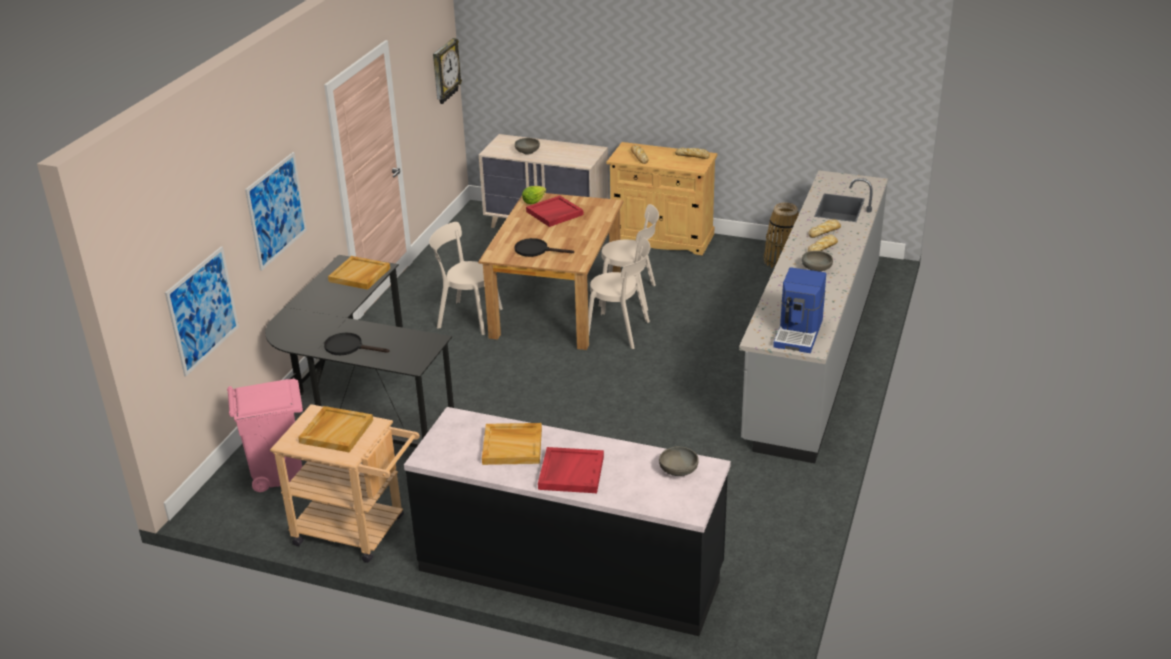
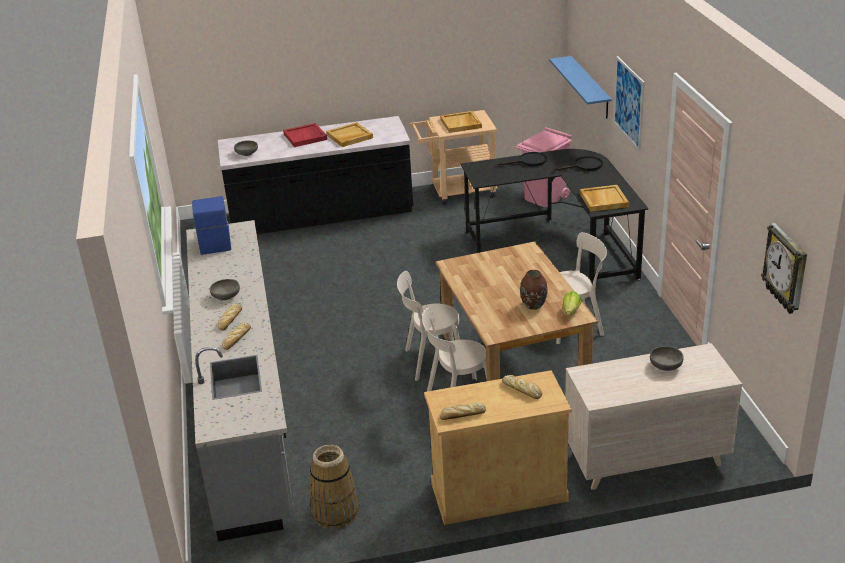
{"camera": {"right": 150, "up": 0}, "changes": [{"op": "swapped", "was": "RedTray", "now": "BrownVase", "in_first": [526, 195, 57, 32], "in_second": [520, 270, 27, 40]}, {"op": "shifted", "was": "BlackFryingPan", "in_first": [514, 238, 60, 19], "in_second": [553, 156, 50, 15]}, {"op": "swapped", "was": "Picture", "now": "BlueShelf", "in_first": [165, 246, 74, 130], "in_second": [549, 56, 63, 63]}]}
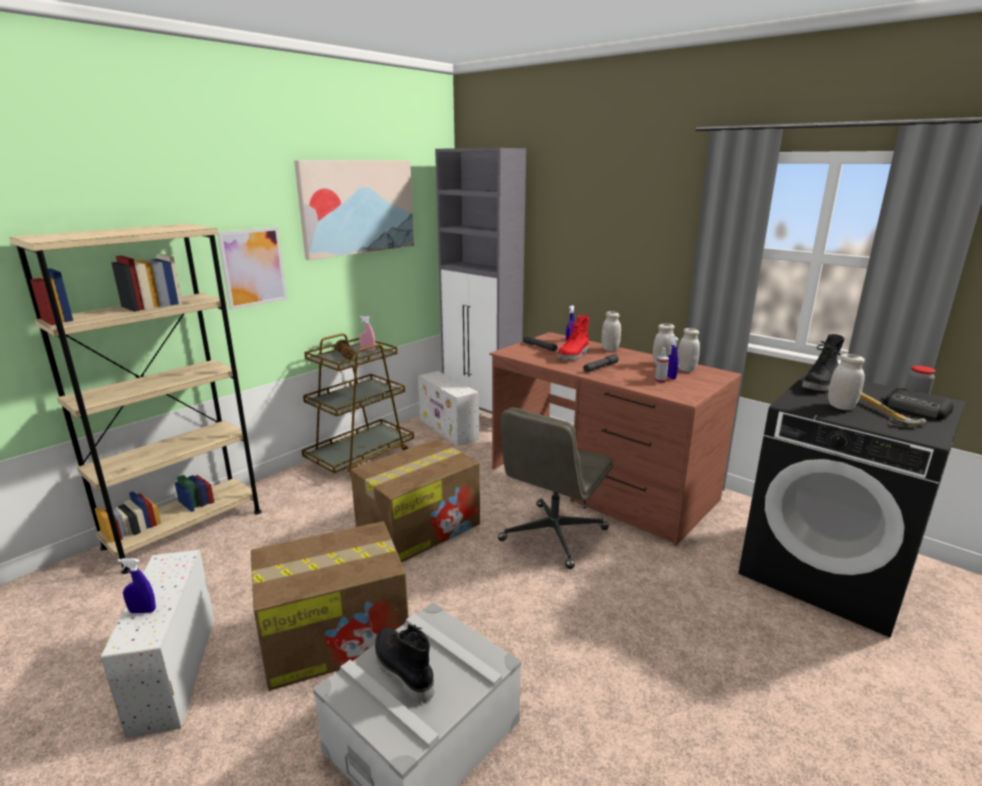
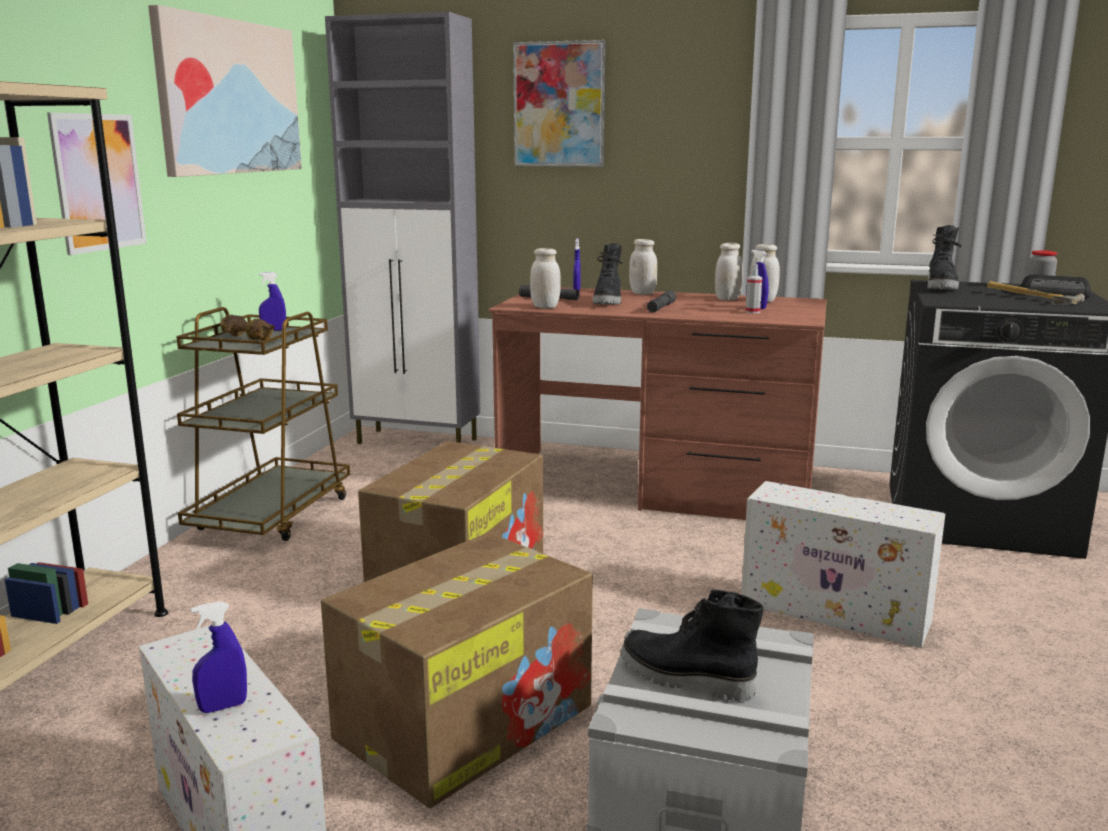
{"camera": {"right": -25, "up": -5}, "changes": [{"op": "repainted", "was": "RedBoot", "now": "BlackBoot", "in_first": [557, 315, 32, 45], "in_second": [593, 243, 30, 61]}, {"op": "repainted", "was": "PinkSprayBottle", "now": "BlueSprayBottle", "in_first": [360, 316, 15, 35], "in_second": [259, 272, 27, 59]}, {"op": "shifted", "was": "WhiteJar", "in_first": [828, 354, 37, 56], "in_second": [530, 248, 31, 60]}, {"op": "shifted", "was": "WhiteStorageBox", "in_first": [418, 371, 61, 75], "in_second": [741, 481, 204, 167]}, {"op": "gone", "was": "GreyOfficeChair", "in_first": [498, 407, 115, 162]}, {"op": "new", "now": "Picture", "in_second": [513, 40, 93, 127]}]}
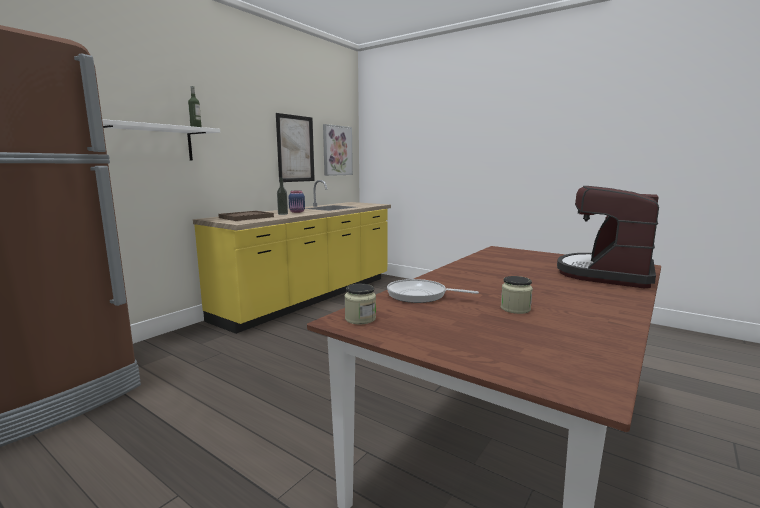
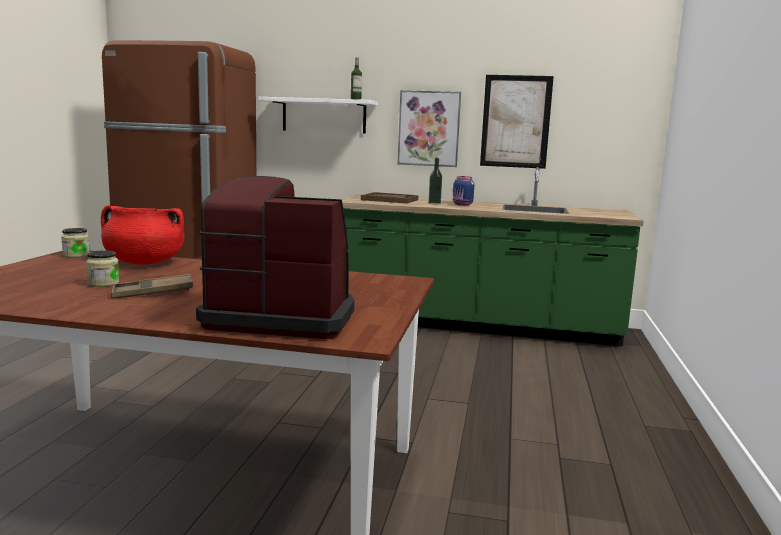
{"camera": {"right": 65, "up": 0}, "changes": [{"op": "shifted", "was": "Picture", "in_first": [323, 124, 30, 52], "in_second": [397, 90, 64, 77]}, {"op": "repainted", "was": "YellowCounter", "now": "GreenCounter", "in_first": [193, 180, 198, 154], "in_second": [342, 167, 302, 180]}, {"op": "swapped", "was": "FryingPan", "now": "RedCookingPot", "in_first": [387, 279, 92, 24], "in_second": [101, 205, 83, 60]}, {"op": "new", "now": "BrownTray", "in_second": [111, 274, 82, 24]}]}
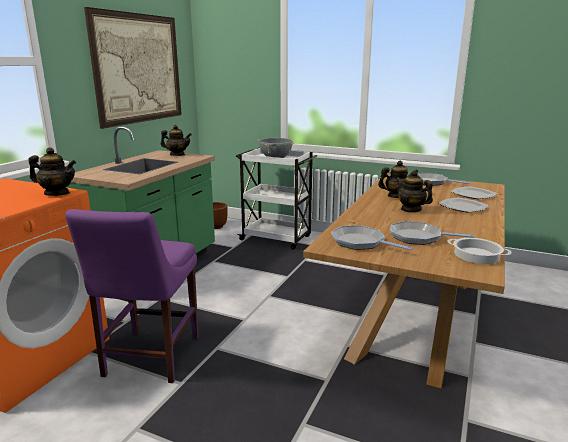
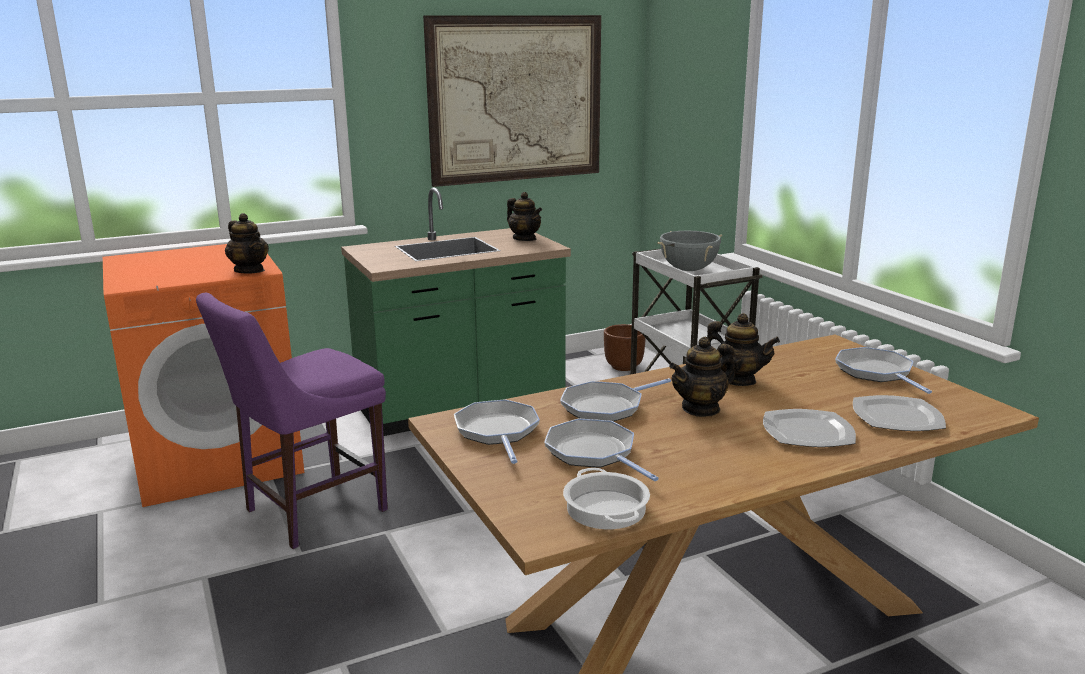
{"camera": {"right": 40, "up": 0}, "changes": [{"op": "rotated", "was": "Teapot", "in_first": [396, 170, 37, 43], "in_second": [669, 337, 66, 80], "clockwise": -120}, {"op": "new", "now": "FryingPan", "in_second": [560, 378, 111, 44]}]}
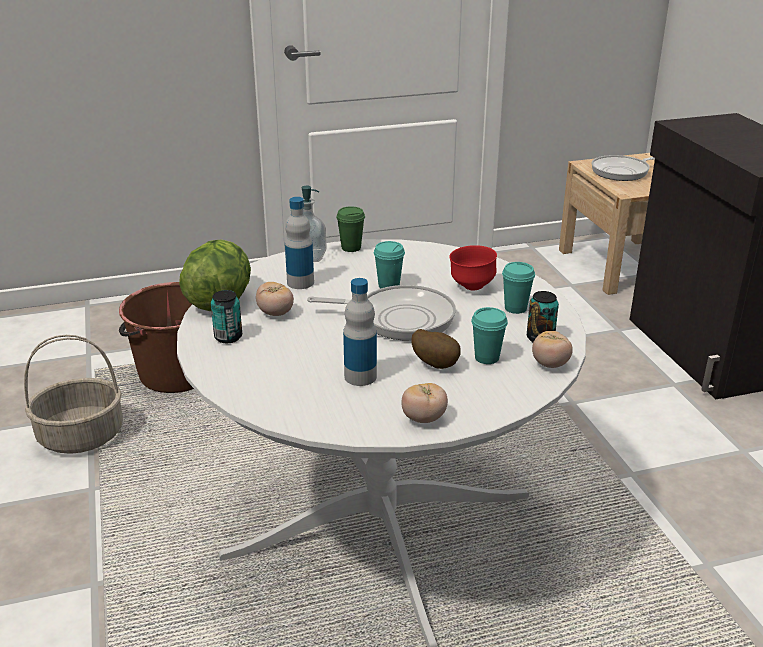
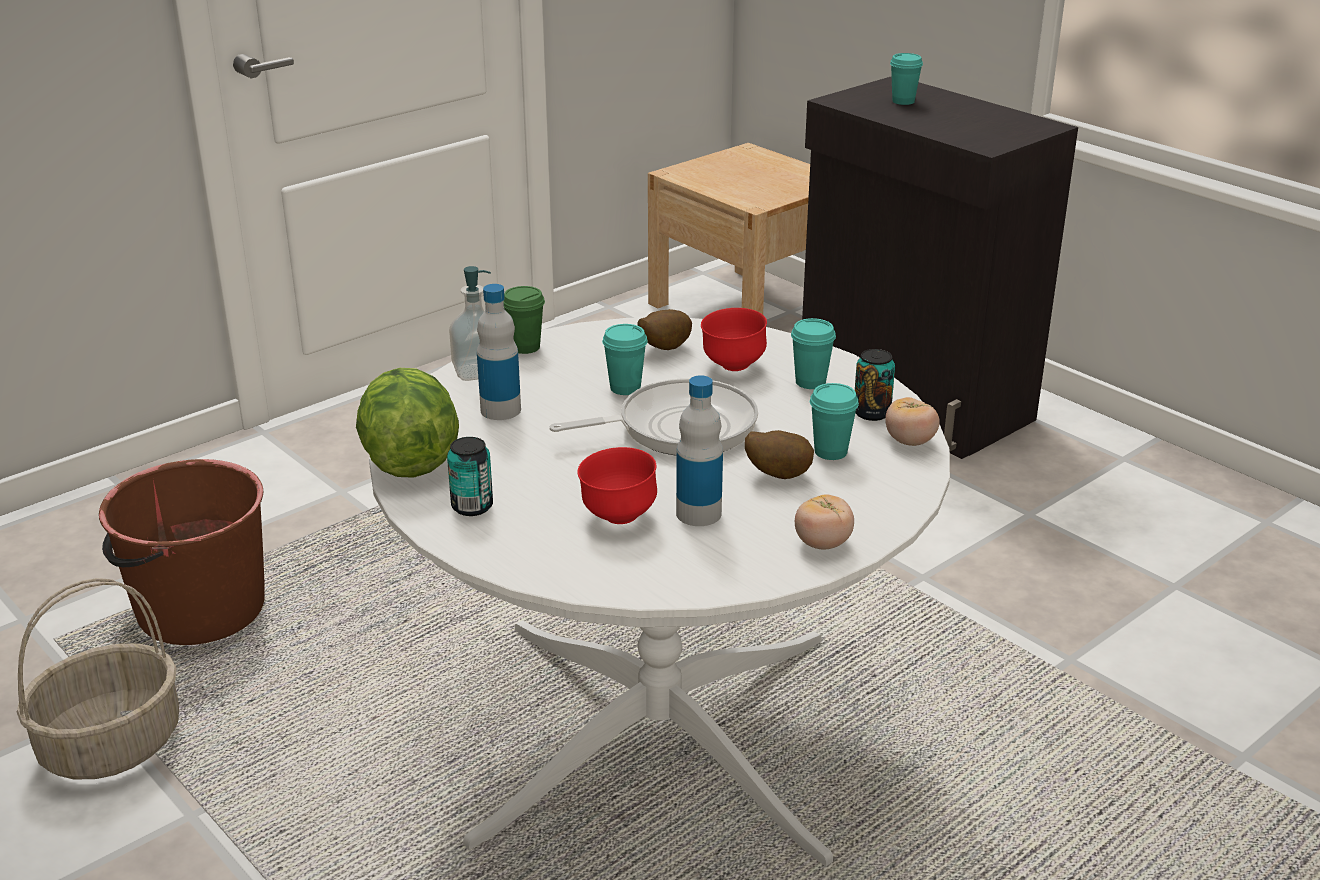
{"camera": {"right": -25, "up": 0}, "changes": [{"op": "gone", "was": "FryingPan", "in_first": [591, 155, 64, 26]}, {"op": "gone", "was": "Tomato", "in_first": [256, 282, 38, 34]}, {"op": "new", "now": "TurquoiseCup", "in_second": [890, 53, 33, 52]}, {"op": "new", "now": "Potato", "in_second": [637, 309, 55, 41]}, {"op": "new", "now": "RedBowl", "in_second": [577, 447, 80, 77]}]}
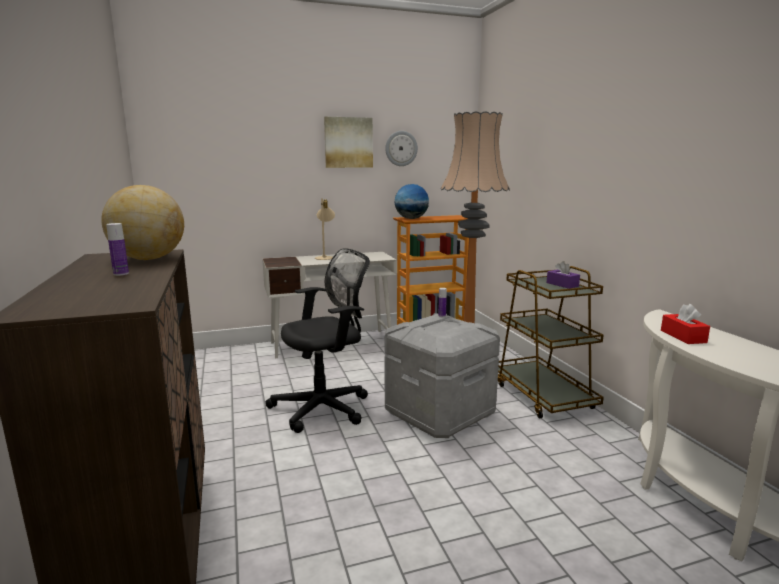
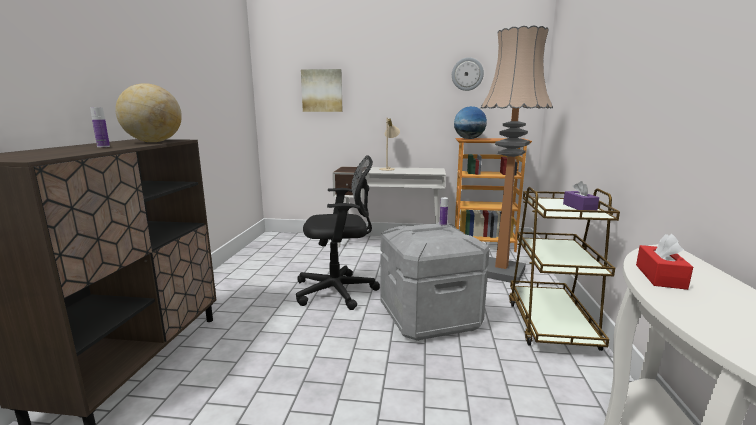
{"camera": {"right": 25, "up": 0}, "changes": [{"op": "shifted", "was": "Picture", "in_first": [324, 117, 49, 51], "in_second": [301, 69, 42, 43]}]}
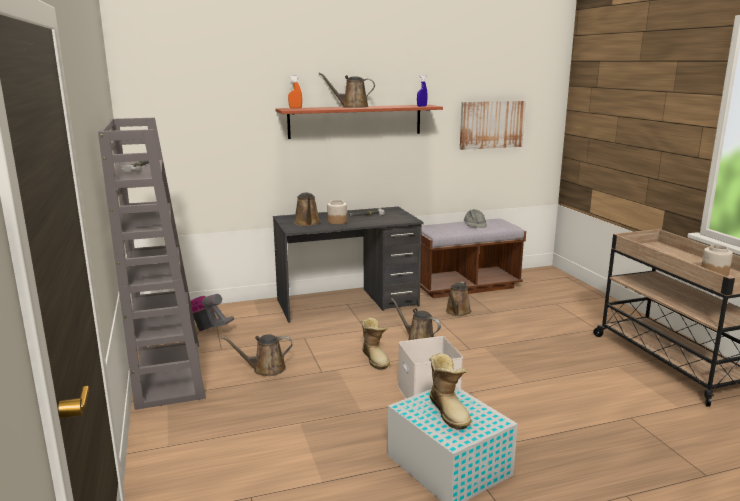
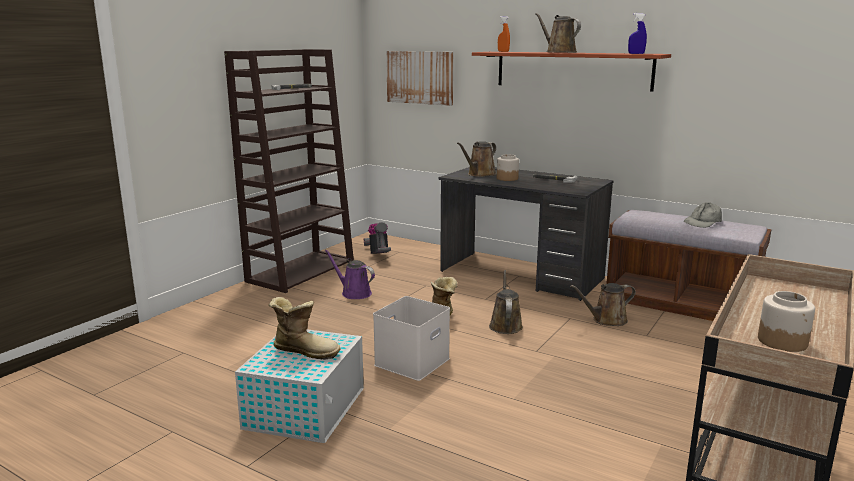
{"camera": {"right": 50, "up": 0}, "changes": [{"op": "shifted", "was": "Picture", "in_first": [460, 101, 66, 49], "in_second": [386, 51, 67, 55]}, {"op": "repainted", "was": "GreyBookcase", "now": "BrownBookcase", "in_first": [98, 118, 108, 292], "in_second": [224, 49, 130, 244]}, {"op": "repainted", "was": "BrownWateringCan", "now": "PurpleWateringCan", "in_first": [221, 334, 71, 42], "in_second": [324, 249, 51, 50]}, {"op": "rotated", "was": "Boot", "in_first": [429, 353, 43, 77], "in_second": [269, 297, 72, 63], "clockwise": -105}]}
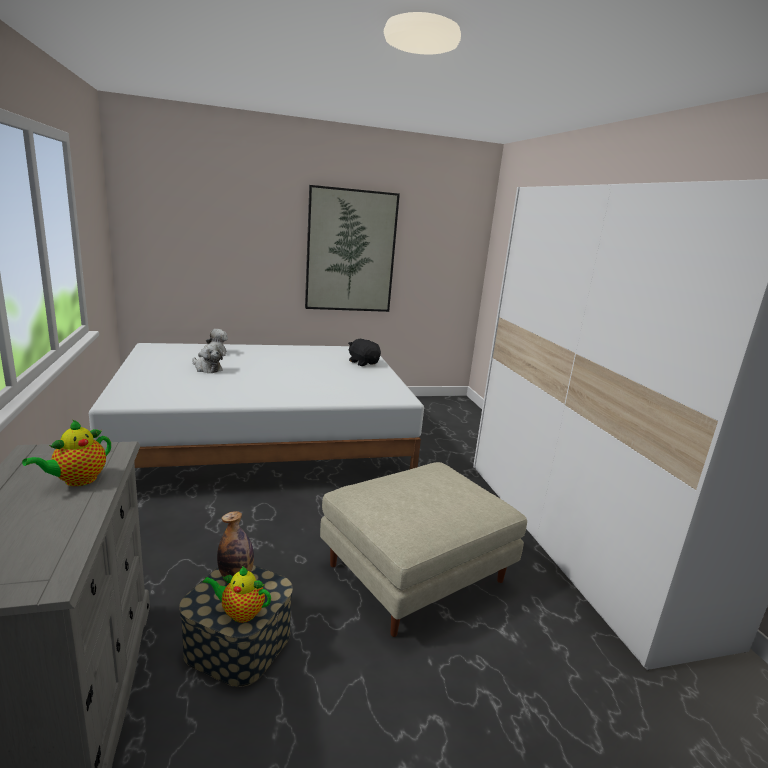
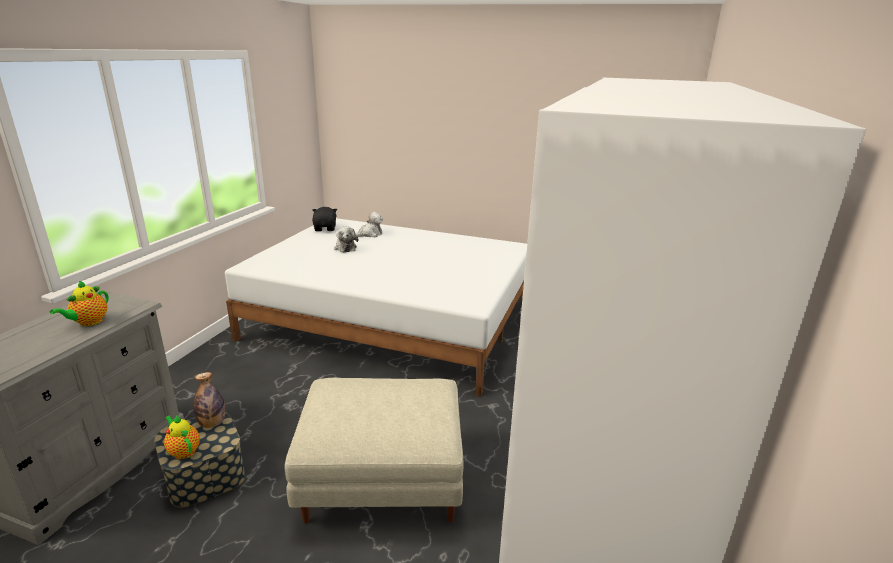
{"camera": {"right": 35, "up": 5}, "changes": [{"op": "gone", "was": "Picture", "in_first": [305, 185, 95, 127]}, {"op": "shifted", "was": "BlackPlushToy", "in_first": [348, 339, 33, 27], "in_second": [312, 207, 25, 24]}, {"op": "rotated", "was": "Teapot", "in_first": [22, 419, 89, 67], "in_second": [50, 281, 59, 45], "clockwise": -45}]}
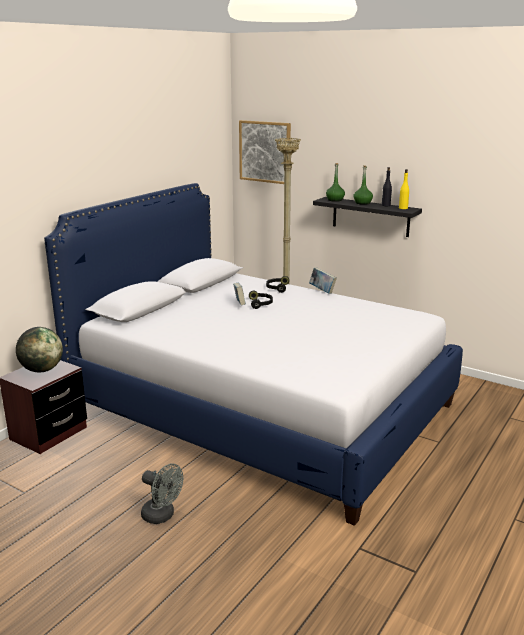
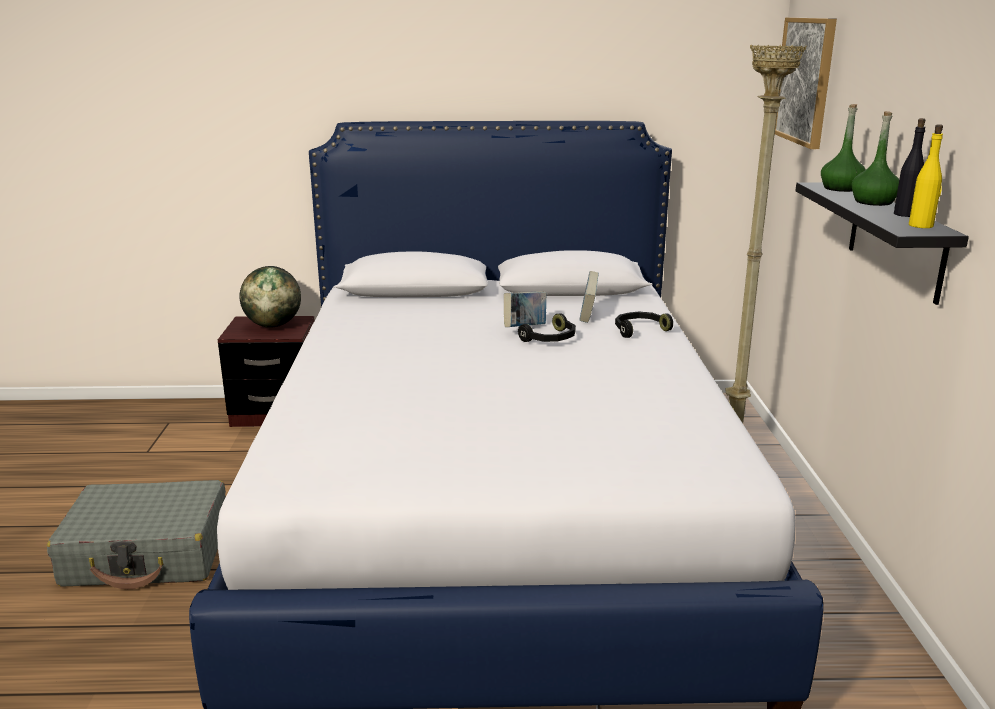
{"camera": {"right": 55, "up": 0}, "changes": [{"op": "shifted", "was": "Book", "in_first": [309, 267, 28, 27], "in_second": [580, 271, 19, 52]}, {"op": "swapped", "was": "GreyFan", "now": "GreySuitcase", "in_first": [141, 463, 42, 61], "in_second": [47, 480, 179, 109]}]}
